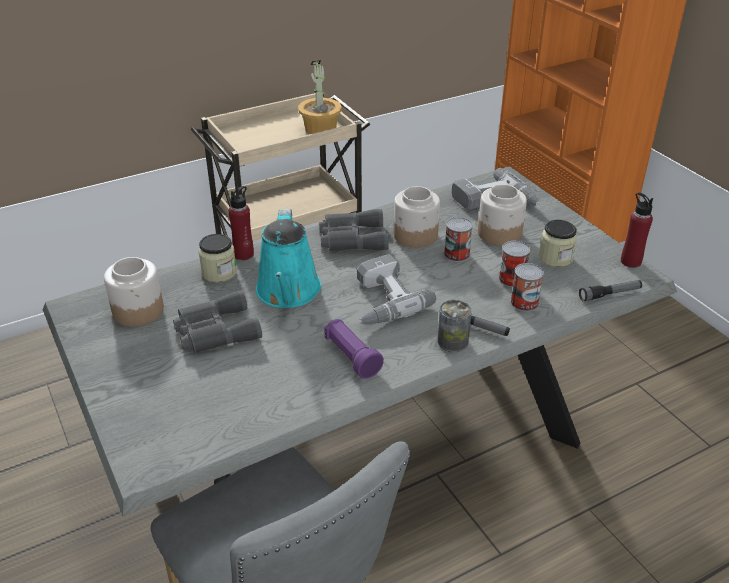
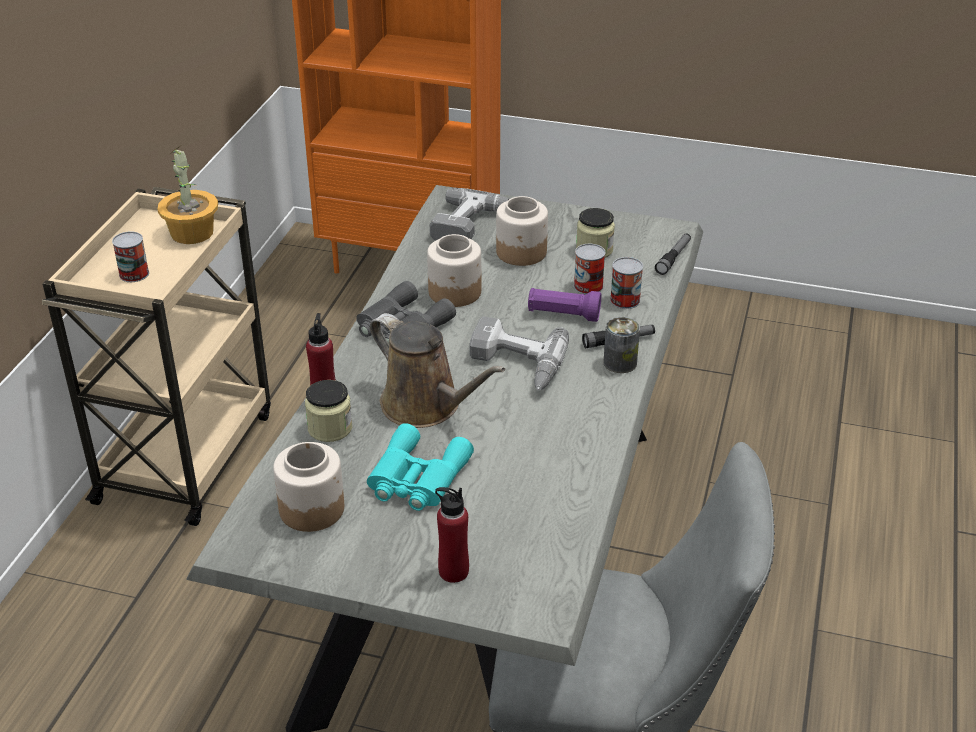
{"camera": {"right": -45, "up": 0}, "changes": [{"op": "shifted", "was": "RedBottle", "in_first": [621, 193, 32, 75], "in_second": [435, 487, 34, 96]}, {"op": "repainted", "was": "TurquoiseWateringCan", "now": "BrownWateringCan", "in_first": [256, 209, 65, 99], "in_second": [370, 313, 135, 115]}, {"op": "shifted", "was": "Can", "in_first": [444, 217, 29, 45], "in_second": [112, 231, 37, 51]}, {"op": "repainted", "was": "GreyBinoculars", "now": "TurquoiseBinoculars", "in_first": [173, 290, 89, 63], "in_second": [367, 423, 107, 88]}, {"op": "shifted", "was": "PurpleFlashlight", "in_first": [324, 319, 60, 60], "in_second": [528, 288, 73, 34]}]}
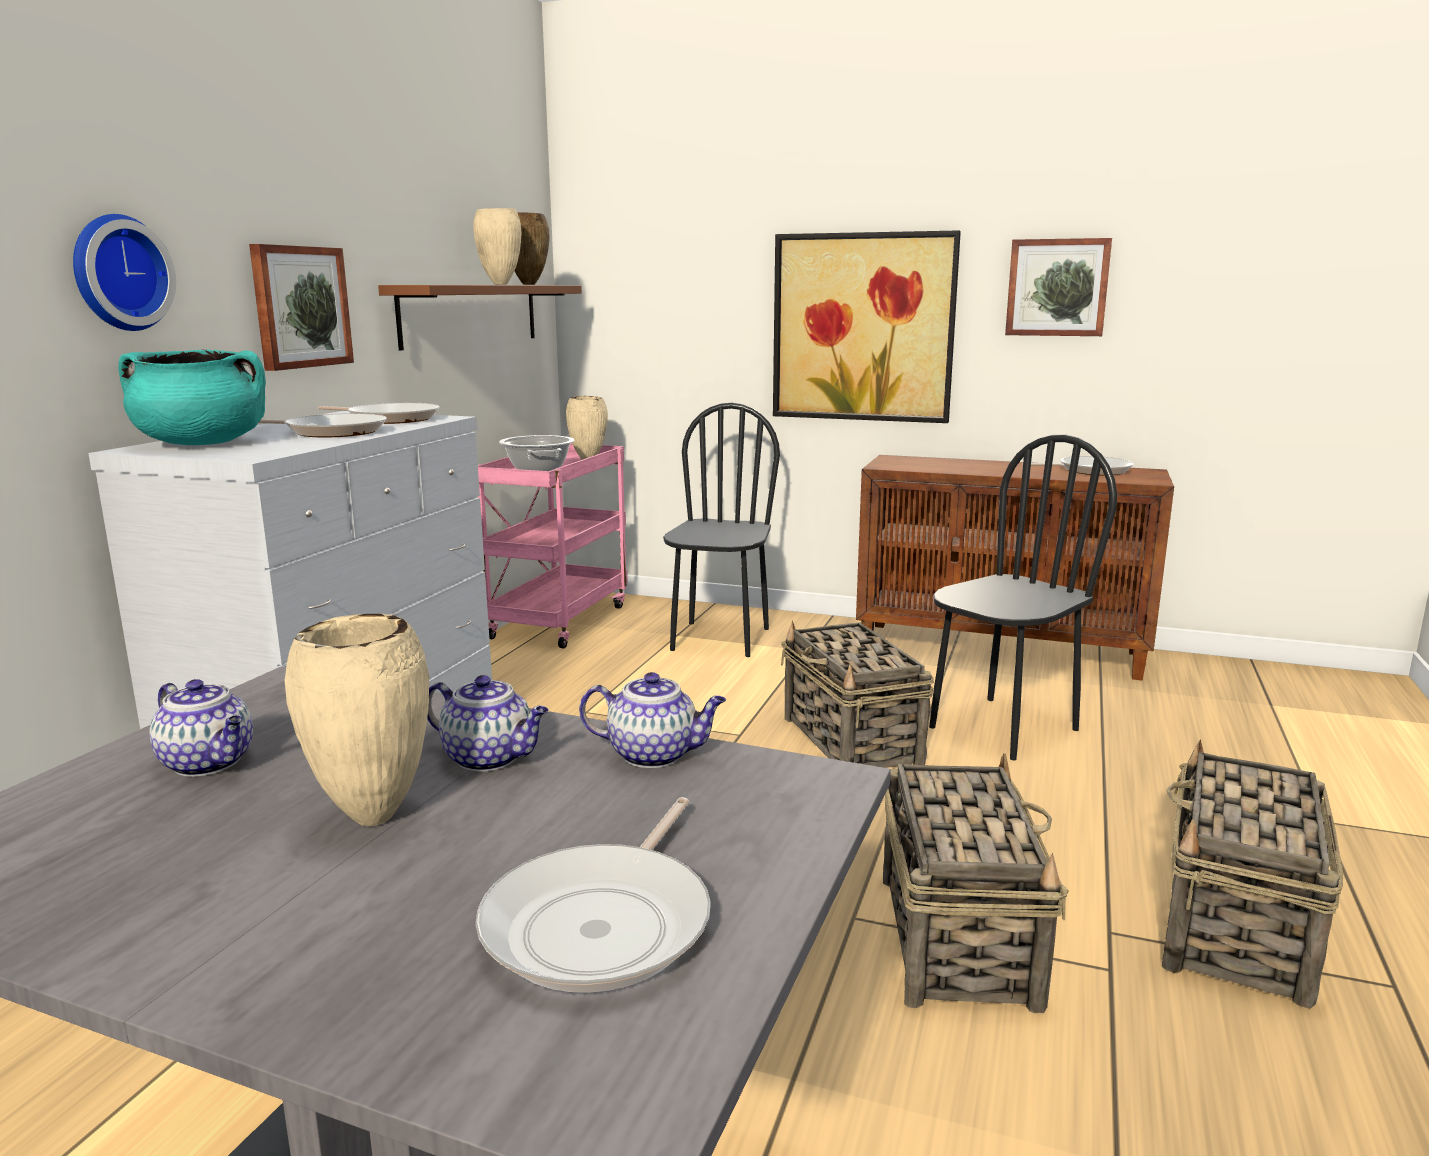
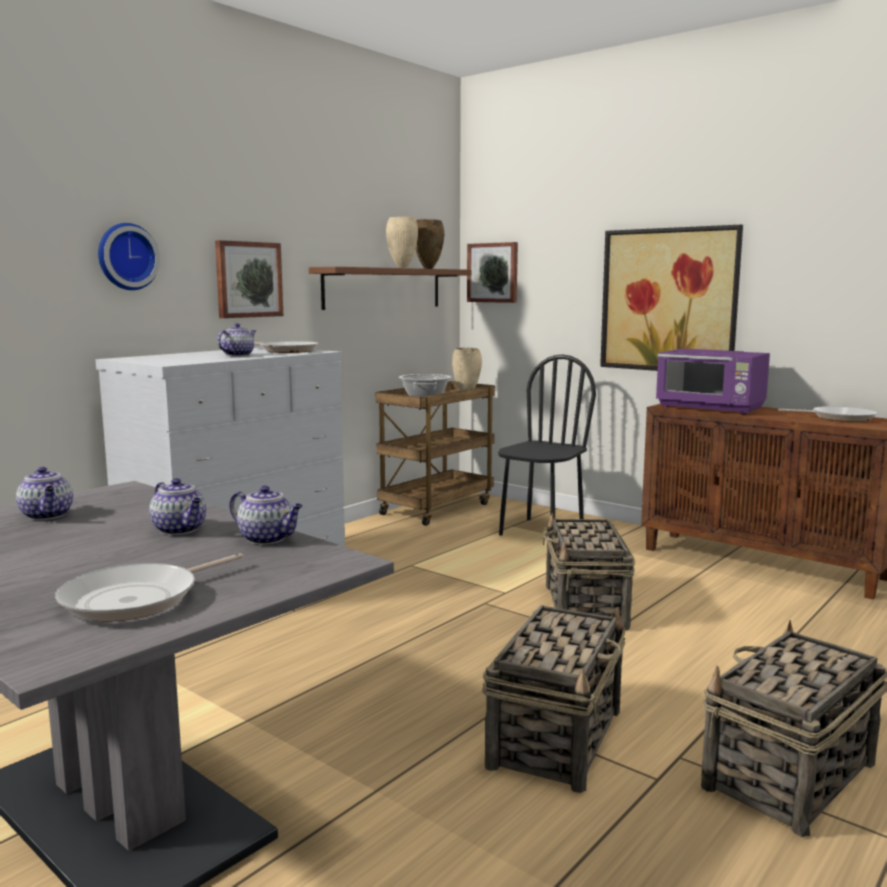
{"camera": {"right": 20, "up": -5}, "changes": [{"op": "shifted", "was": "Picture", "in_first": [1005, 238, 107, 98], "in_second": [467, 242, 51, 61]}, {"op": "gone", "was": "TurquoiseCookingPot", "in_first": [118, 349, 148, 96]}, {"op": "swapped", "was": "FryingPan", "now": "Teapot", "in_first": [259, 413, 128, 25], "in_second": [217, 323, 39, 33]}, {"op": "gone", "was": "BlackChair", "in_first": [929, 434, 188, 326]}, {"op": "repainted", "was": "PinkCart", "now": "BrownCart", "in_first": [478, 443, 150, 205], "in_second": [376, 381, 119, 145]}, {"op": "gone", "was": "BeigeVase", "in_first": [285, 614, 144, 212]}, {"op": "new", "now": "PurpleMicrowave", "in_second": [656, 349, 114, 65]}]}
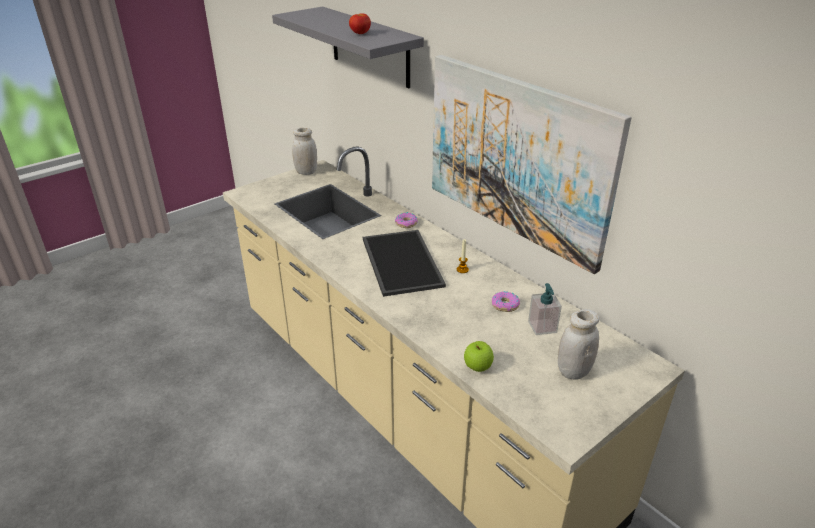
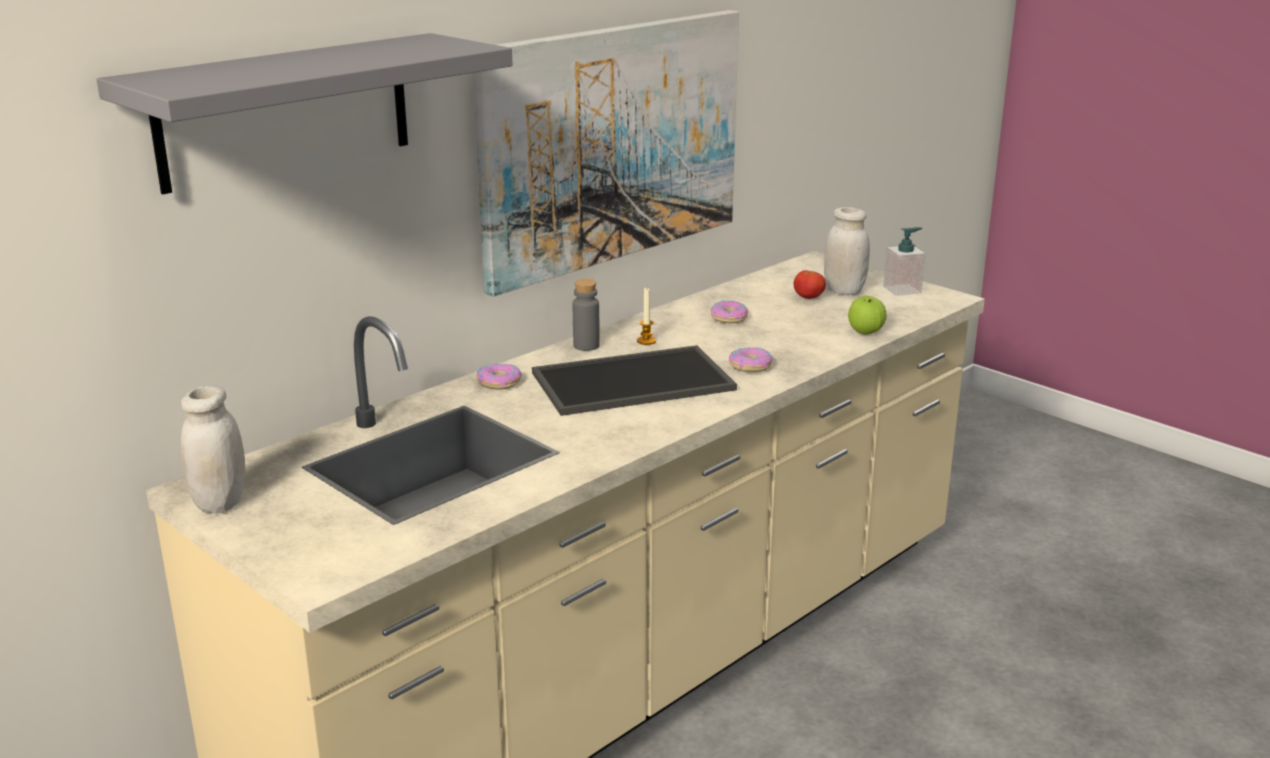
{"camera": {"right": -95, "up": -10}, "changes": [{"op": "shifted", "was": "Tomato", "in_first": [349, 13, 22, 21], "in_second": [794, 270, 32, 29]}, {"op": "shifted", "was": "SoapDispenser", "in_first": [528, 283, 34, 52], "in_second": [883, 227, 43, 69]}, {"op": "new", "now": "GreyBottle", "in_second": [573, 279, 27, 72]}, {"op": "new", "now": "Donut", "in_second": [729, 347, 43, 25]}]}
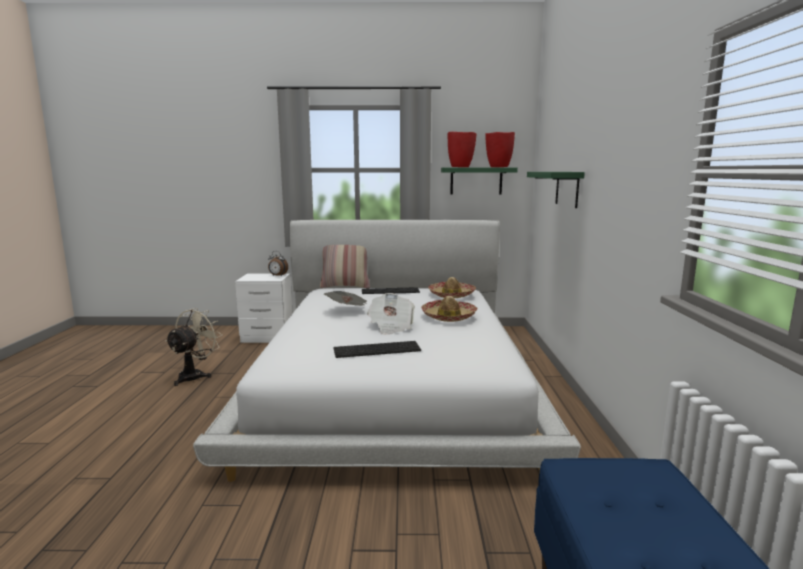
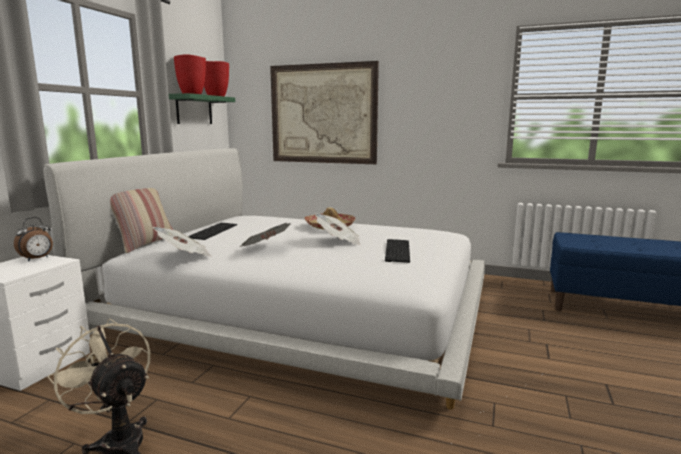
{"camera": {"right": -70, "up": 0}, "changes": [{"op": "swapped", "was": "GreenShelf", "now": "Picture", "in_first": [527, 172, 58, 36], "in_second": [270, 61, 109, 103]}, {"op": "gone", "was": "Hat", "in_first": [428, 277, 48, 21]}, {"op": "new", "now": "Newspaper", "in_second": [152, 227, 59, 29]}]}
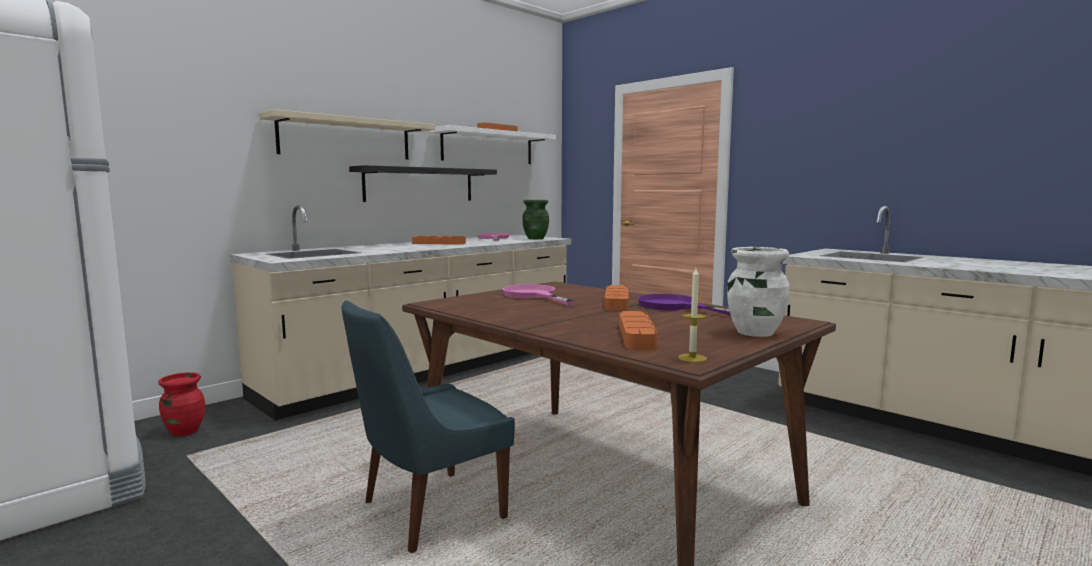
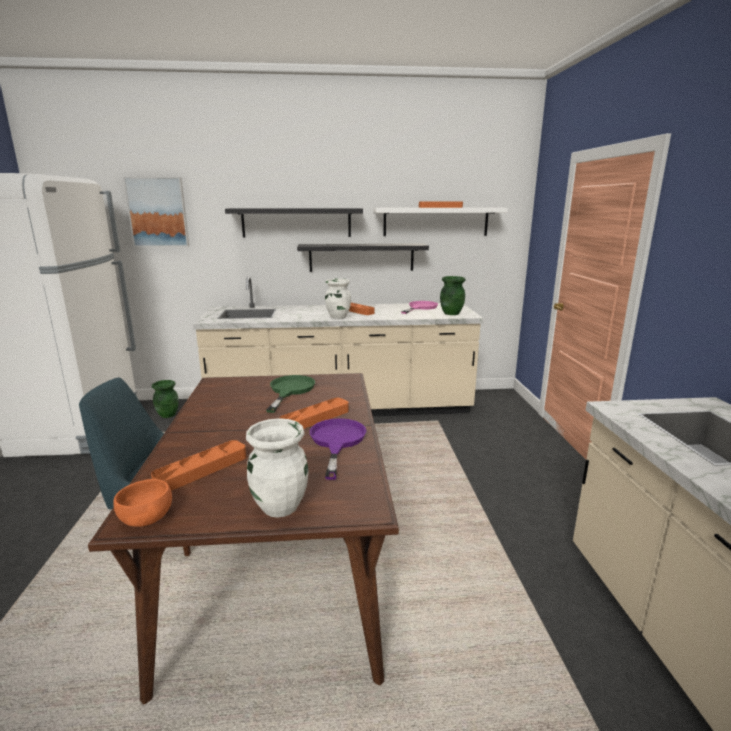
{"camera": {"right": 40, "up": 10}, "changes": [{"op": "repainted", "was": "BeigeShelf", "now": "BlackShelf", "in_first": [259, 109, 176, 51], "in_second": [225, 208, 138, 30]}, {"op": "swapped", "was": "Candle", "now": "OrangeBowl", "in_first": [678, 268, 29, 94], "in_second": [113, 479, 59, 48]}, {"op": "repainted", "was": "PinkFryingPan", "now": "GreenFryingPan", "in_first": [503, 284, 73, 21], "in_second": [266, 375, 49, 38]}, {"op": "repainted", "was": "RedVase", "now": "GreenVase", "in_first": [158, 372, 47, 64], "in_second": [152, 380, 26, 38]}, {"op": "new", "now": "Picture", "in_second": [123, 177, 66, 70]}, {"op": "new", "now": "WhiteVase", "in_second": [325, 278, 26, 41]}]}
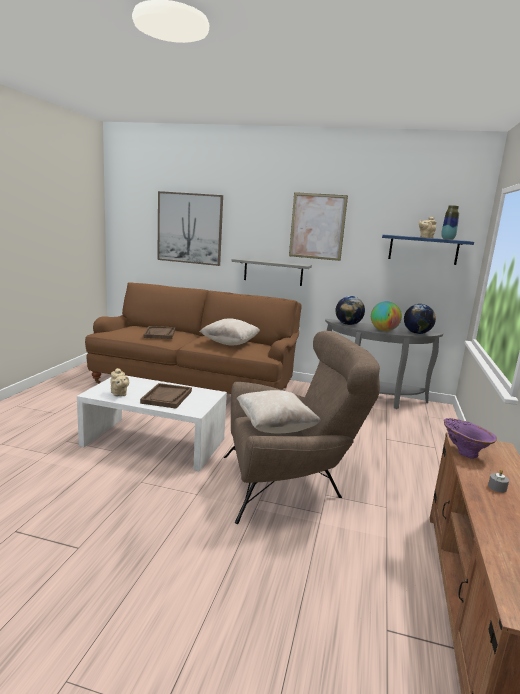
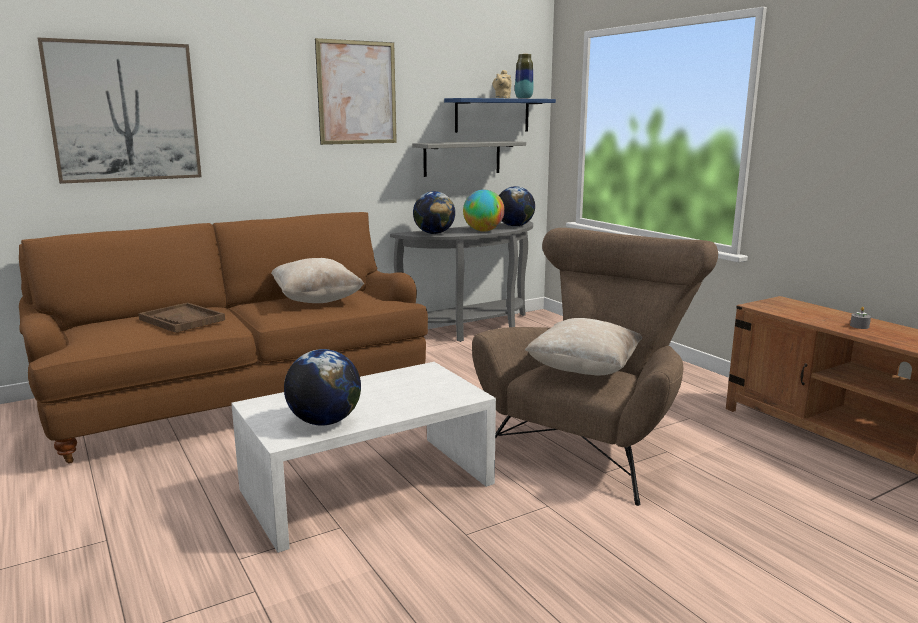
{"camera": {"right": -45, "up": 0}, "changes": [{"op": "shifted", "was": "GreyShelf", "in_first": [231, 258, 81, 28], "in_second": [412, 141, 114, 36]}, {"op": "swapped", "was": "BeigeTeapot", "now": "Globe", "in_first": [110, 368, 19, 28], "in_second": [284, 349, 77, 76]}, {"op": "gone", "was": "BrownTray", "in_first": [140, 383, 52, 25]}, {"op": "gone", "was": "PurpleVase", "in_first": [444, 418, 53, 41]}]}
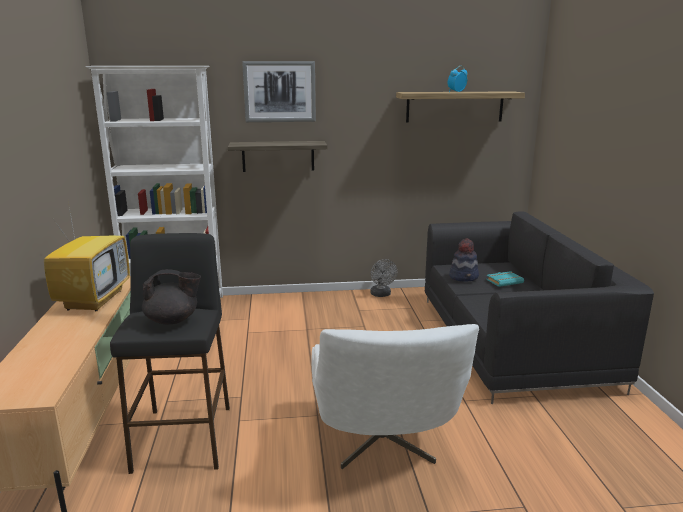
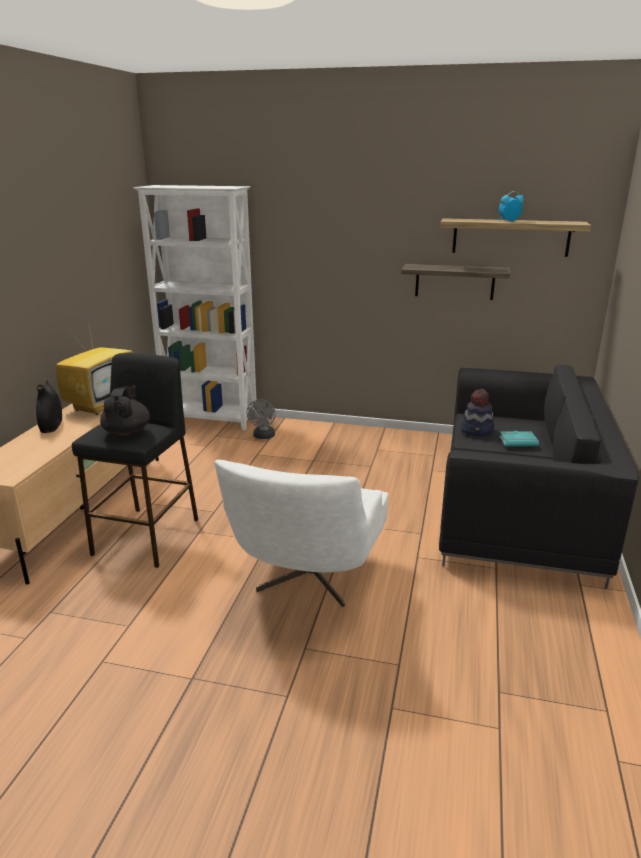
{"camera": {"right": 20, "up": 5}, "changes": [{"op": "gone", "was": "Picture", "in_first": [242, 61, 74, 61]}, {"op": "shifted", "was": "Shelf", "in_first": [228, 141, 99, 31], "in_second": [401, 264, 109, 36]}, {"op": "shifted", "was": "GreyFan", "in_first": [370, 259, 27, 38], "in_second": [246, 399, 30, 40]}, {"op": "rotated", "was": "BlackTeapot", "in_first": [142, 269, 59, 55], "in_second": [100, 386, 50, 50], "clockwise": -105}, {"op": "new", "now": "BlackVase", "in_second": [36, 380, 26, 53]}]}
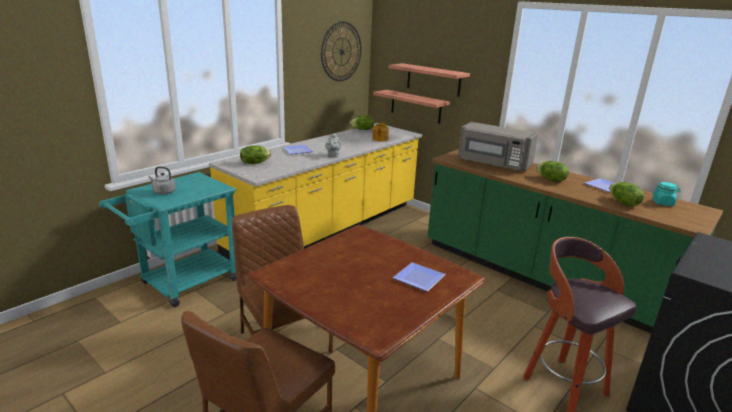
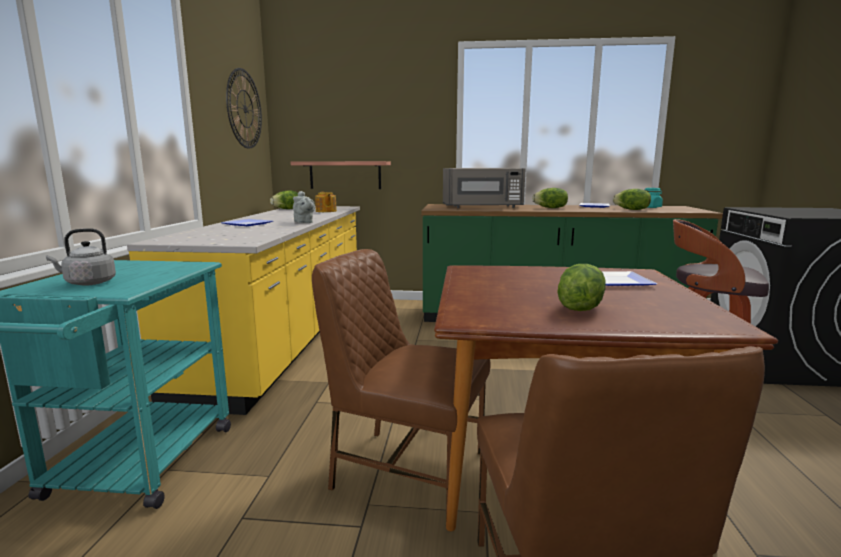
{"camera": {"right": -35, "up": -10}, "changes": [{"op": "gone", "was": "Shelf", "in_first": [388, 63, 82, 34]}, {"op": "shifted", "was": "Lettuce", "in_first": [240, 145, 32, 19], "in_second": [558, 264, 48, 47]}]}
